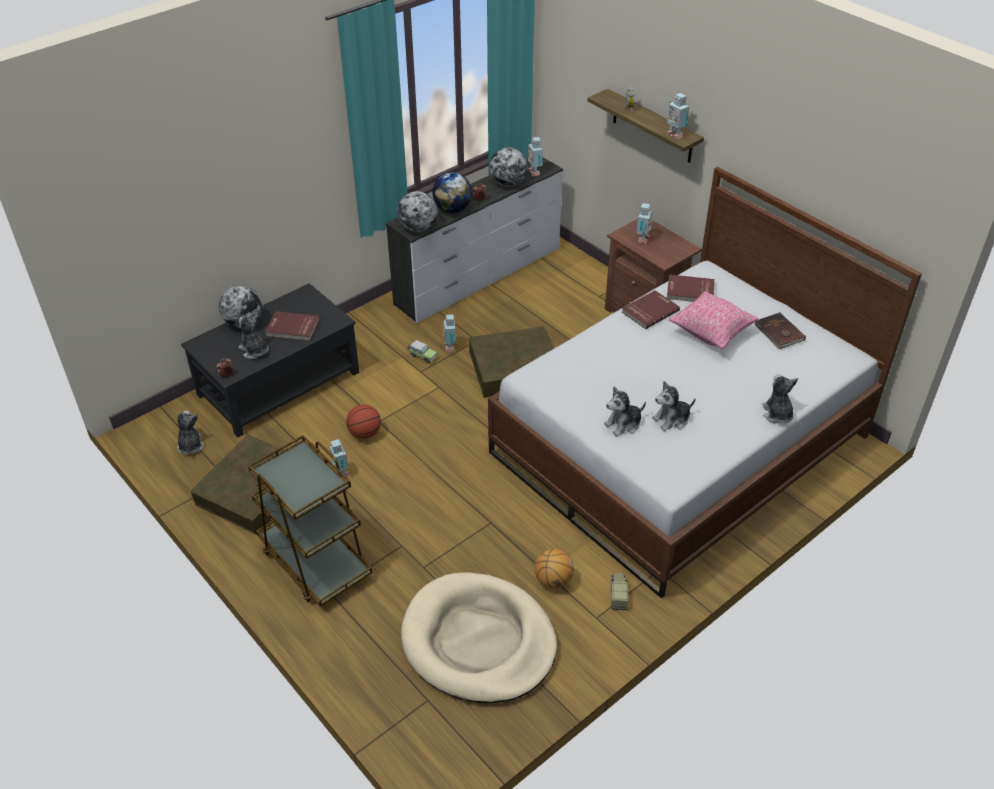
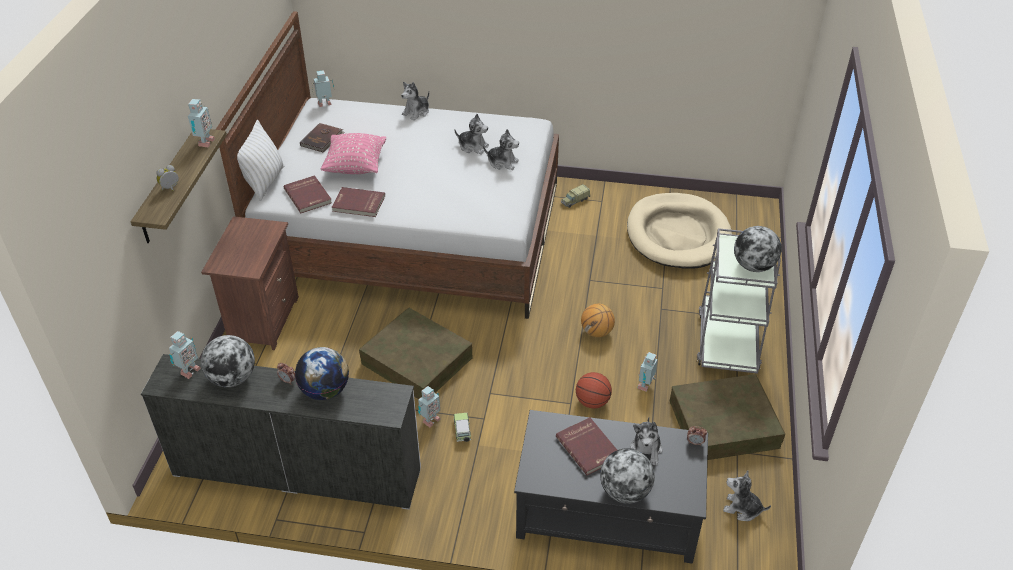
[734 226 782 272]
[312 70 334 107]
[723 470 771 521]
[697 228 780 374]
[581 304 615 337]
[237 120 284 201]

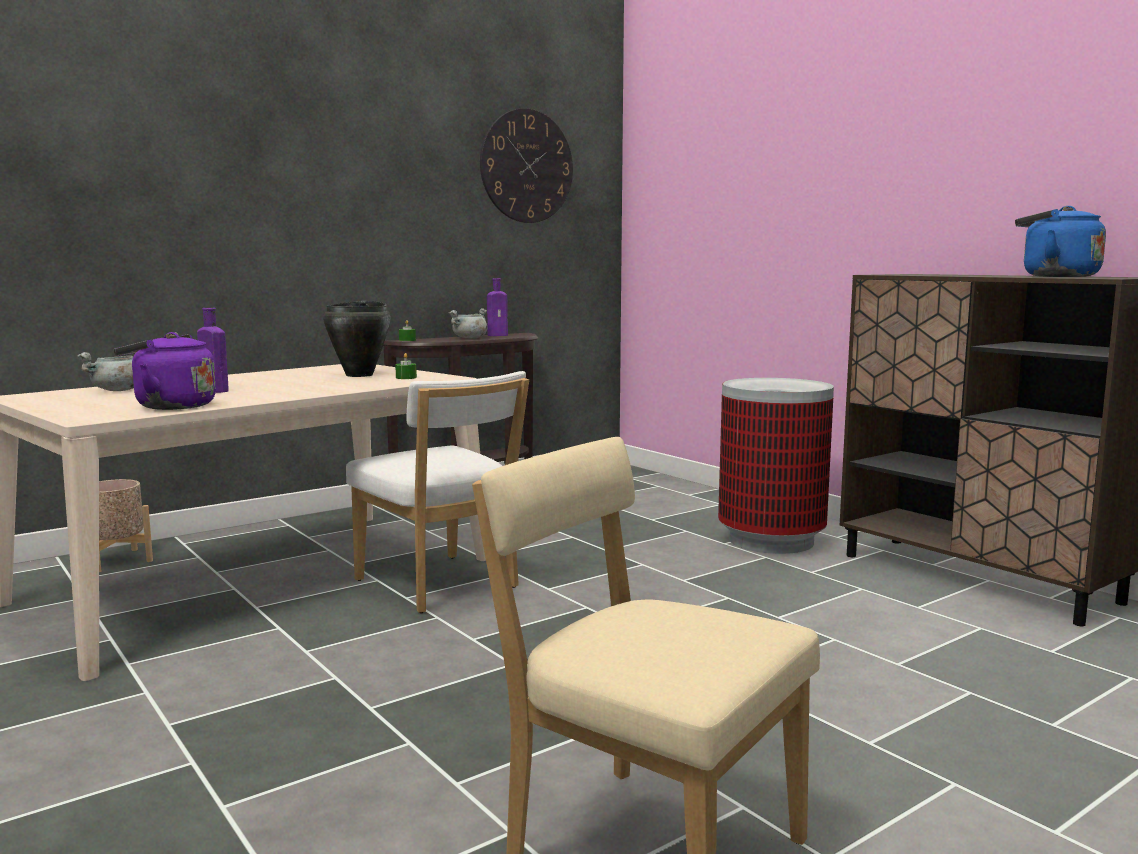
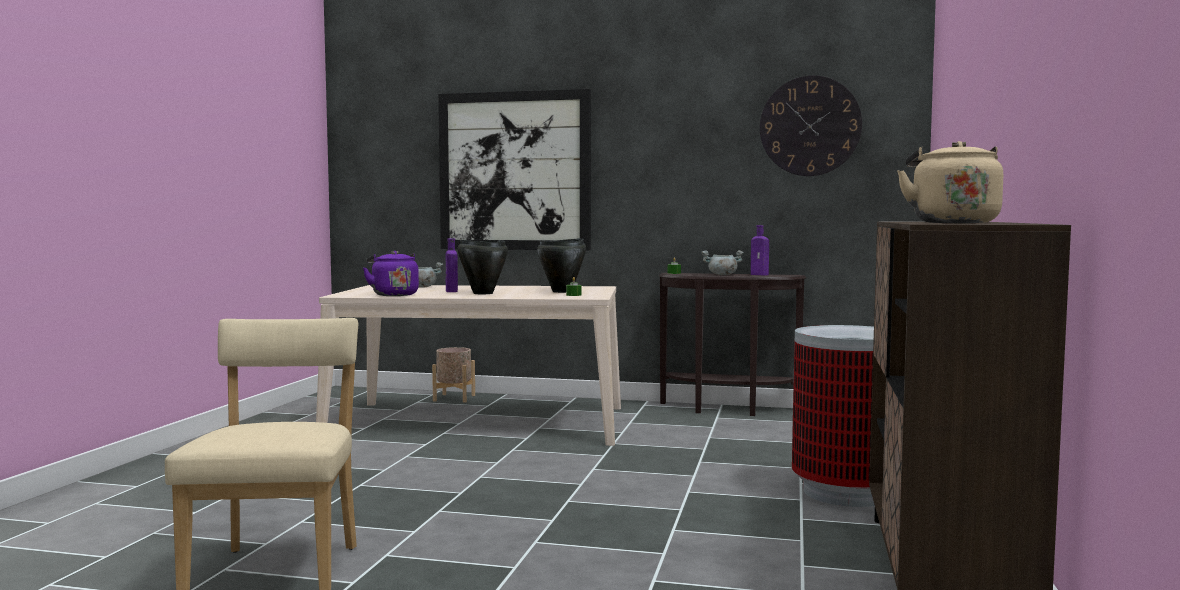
[897 141 1003 223]
[346 371 529 613] (first image)
[438 89 591 250]
[458 240 508 294]

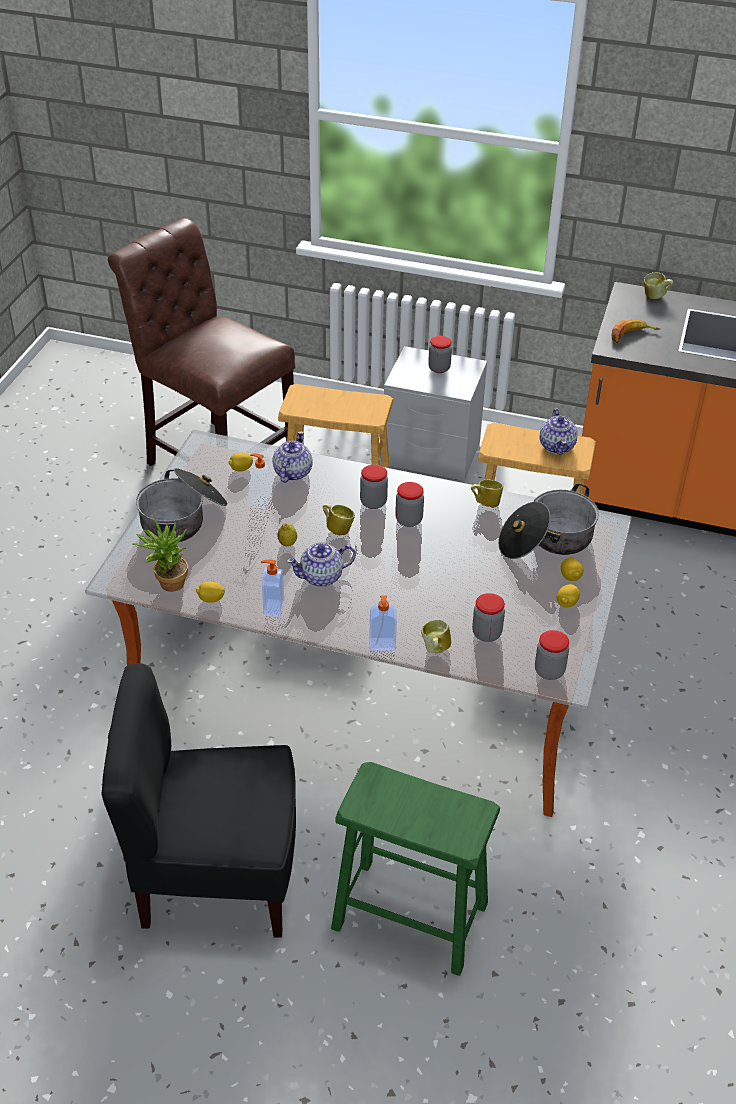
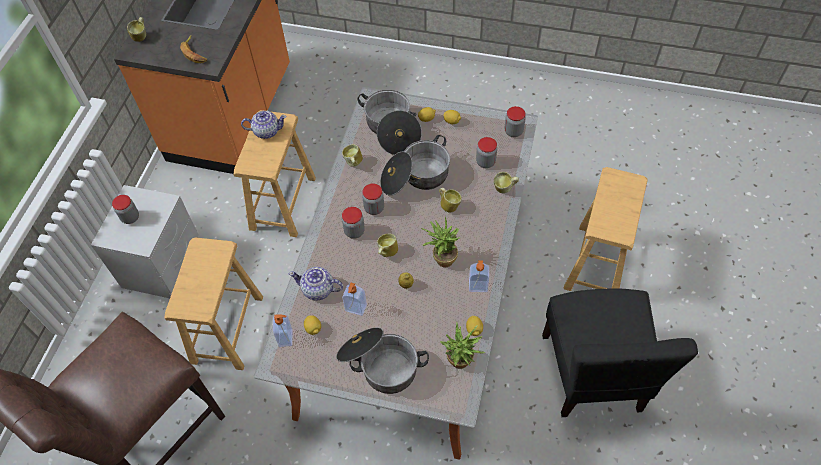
[422 217 460 268]
[273 315 292 347]
[563 167 647 291]
[380 135 450 196]
[439 188 462 212]

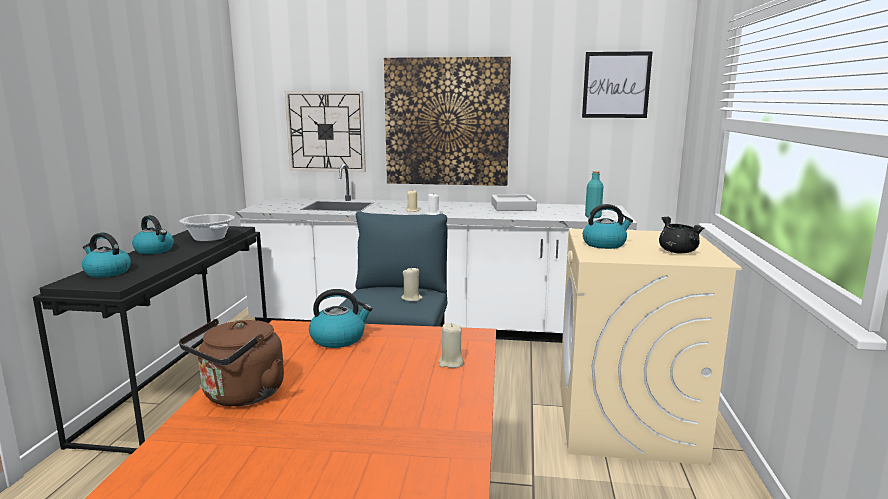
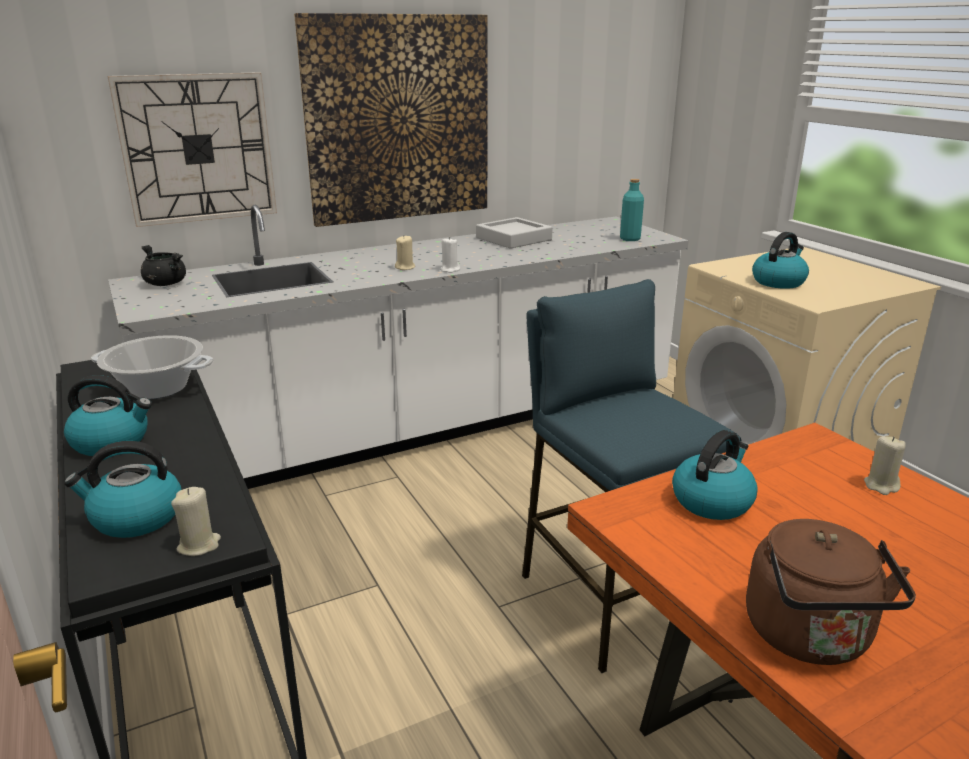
[582 51 653 118] (first image)
[141 245 186 286]
[171 487 221 556]

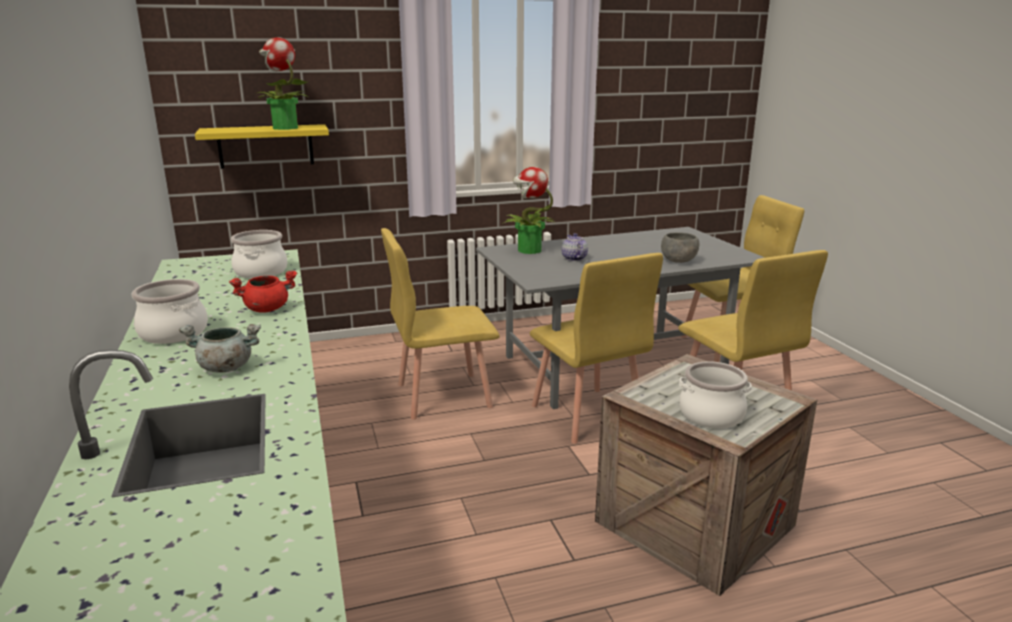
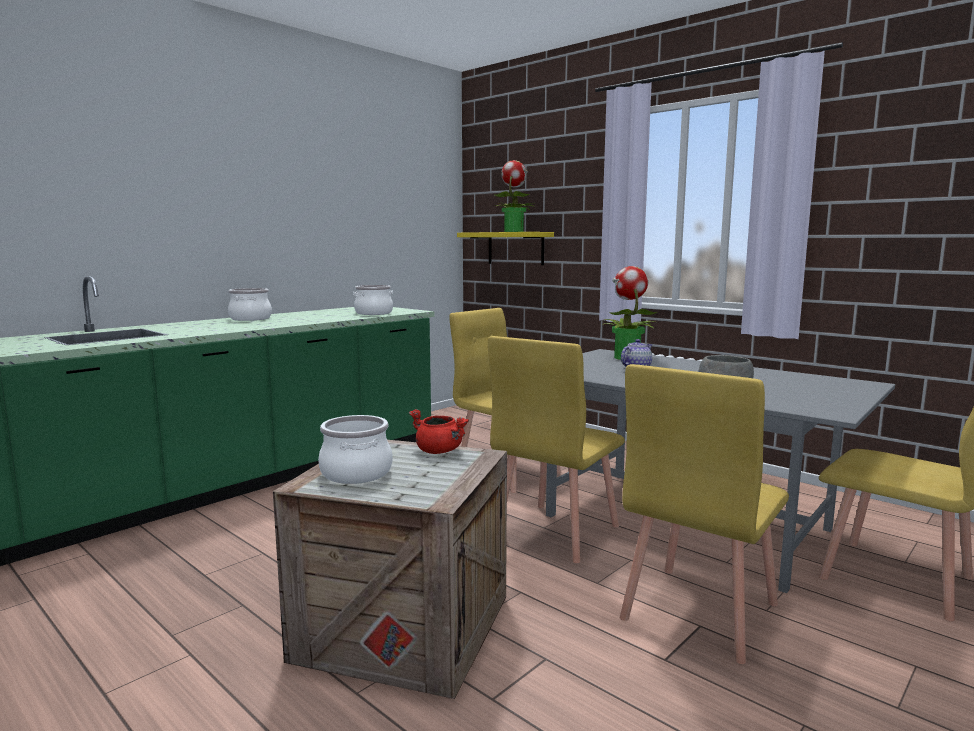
[409 409 469 454]
[179 324 261 372] (first image)

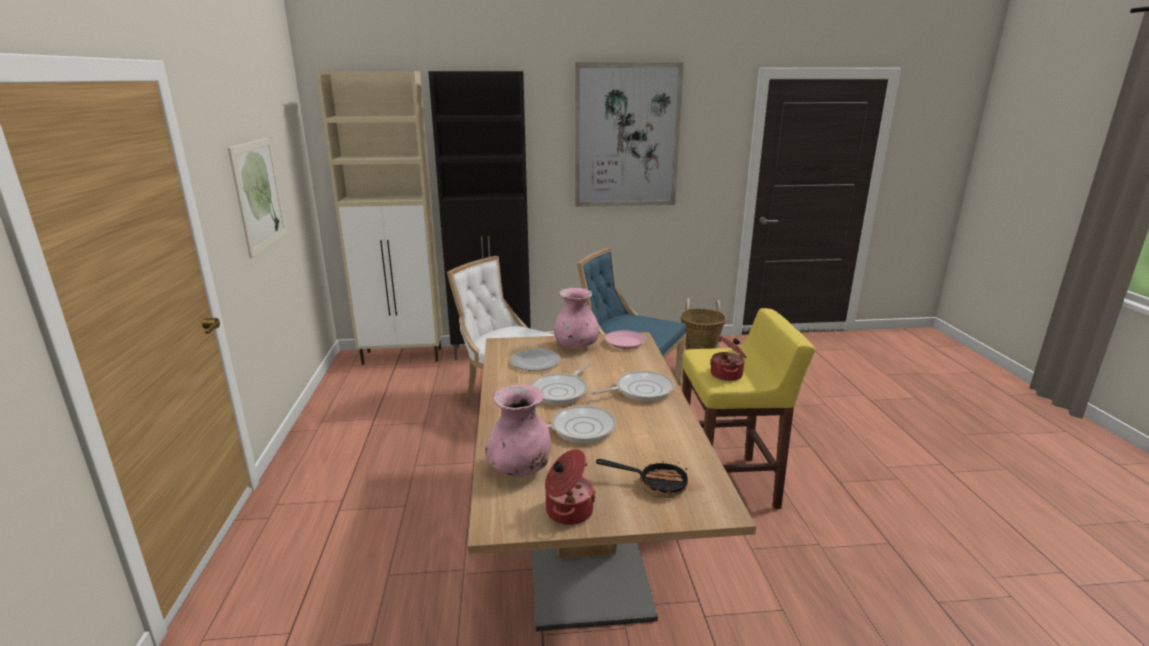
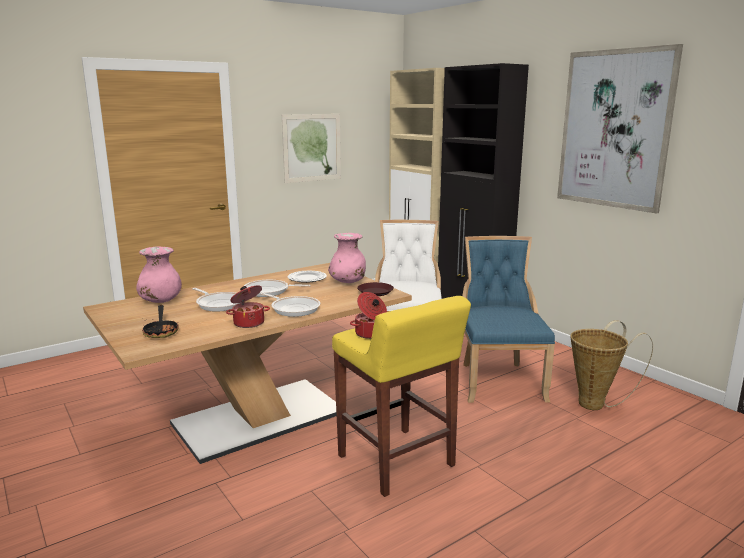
[357 282 394 296]
[226 285 270 328]

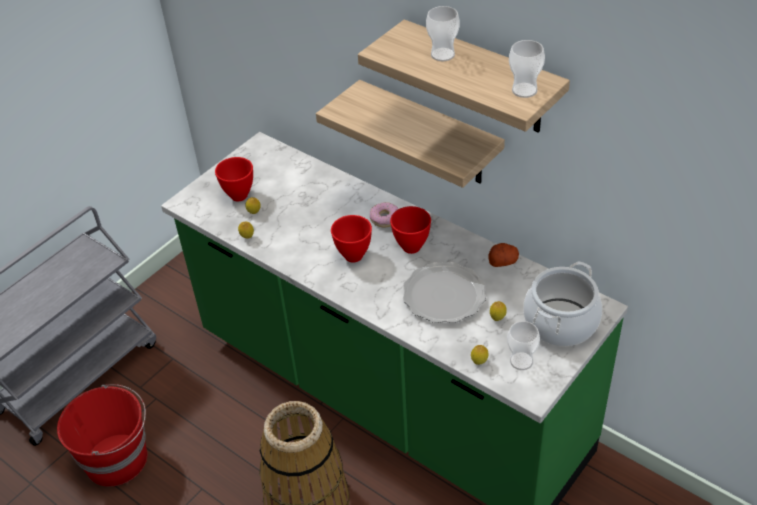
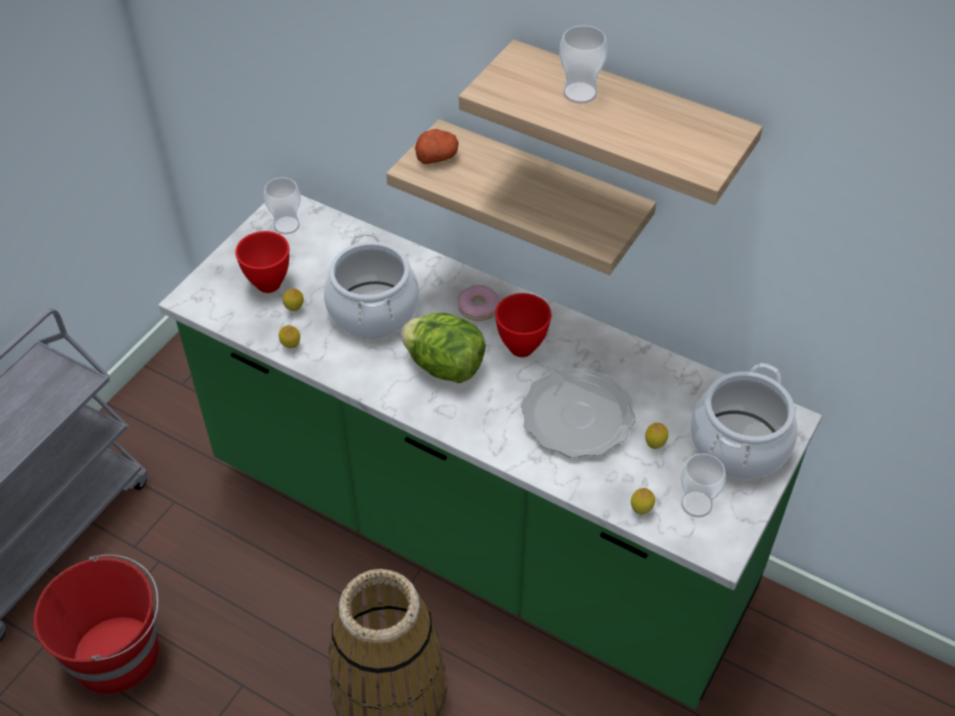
[264 177 301 234]
[401 313 486 383]
[415 129 459 164]
[324 232 419 338]

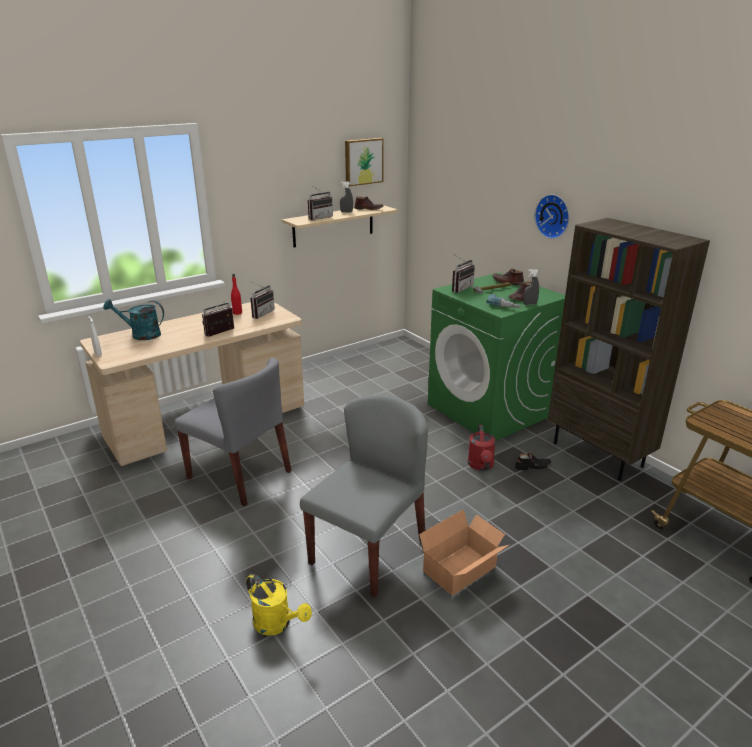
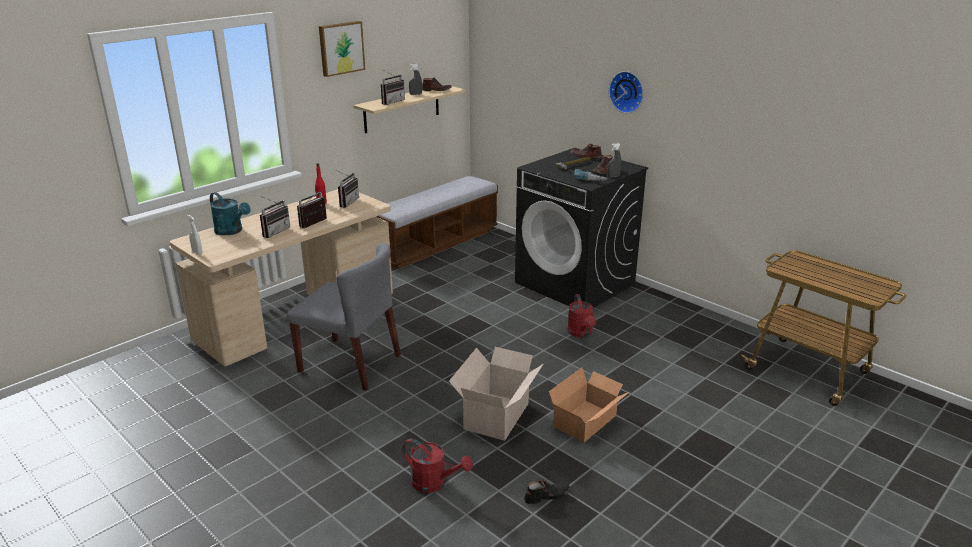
[319 21 365 77]
[548 218 710 481] (first image)
[260 196 290 238]
[515 148 648 308]
[210 192 251 235]
[449 347 543 441]
[524 480 570 504]
[403 438 473 493]
[376 176 498 269]

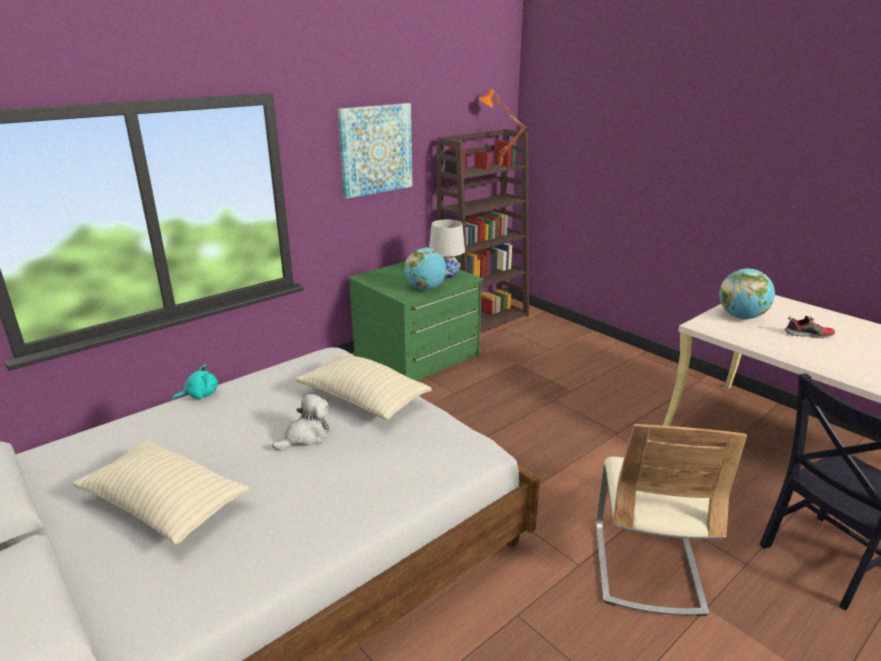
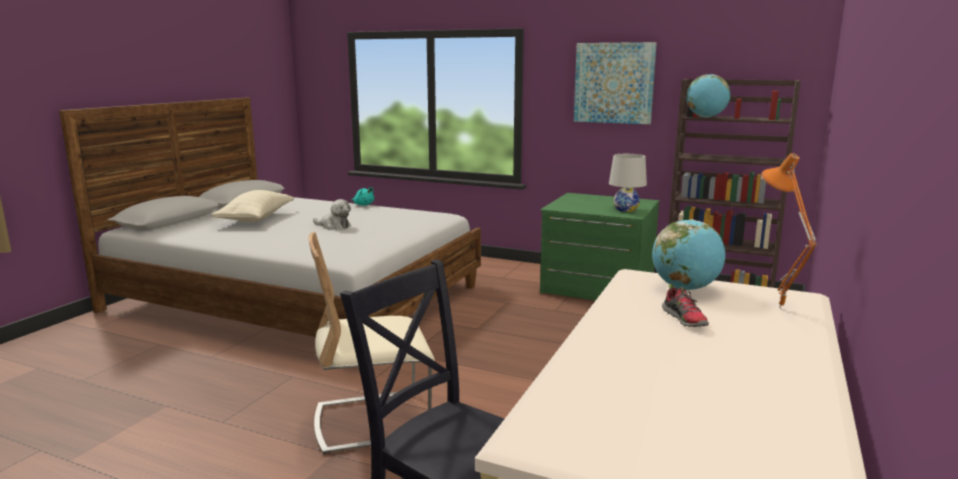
[762 153 817 309]
[686 74 730 117]
[295 353 432 420] (first image)

